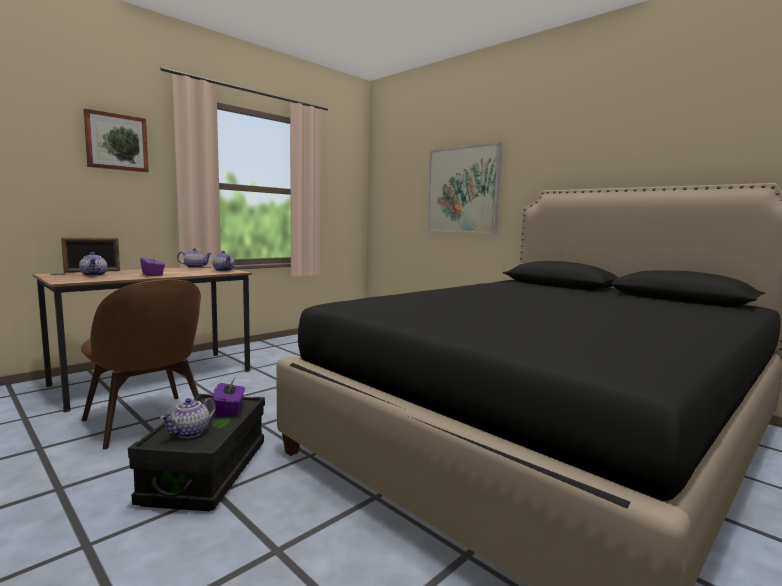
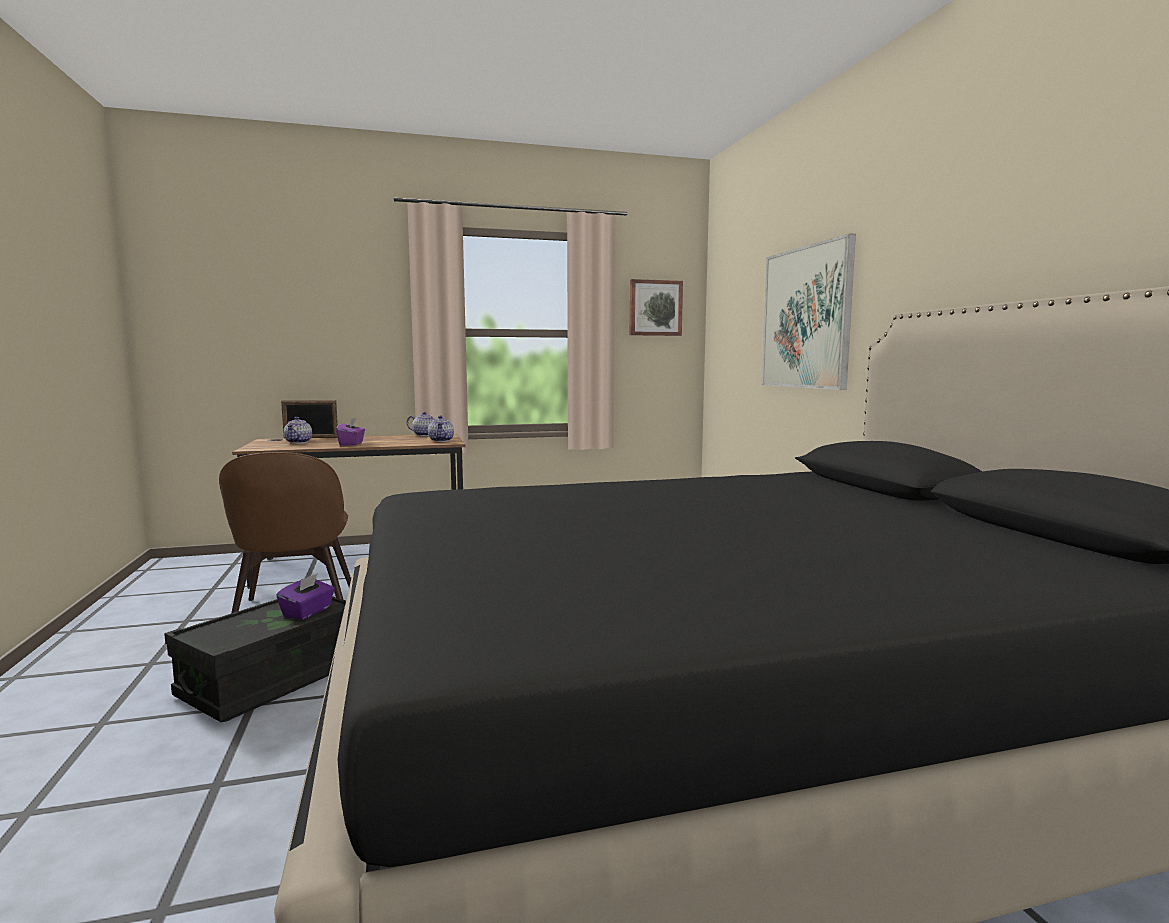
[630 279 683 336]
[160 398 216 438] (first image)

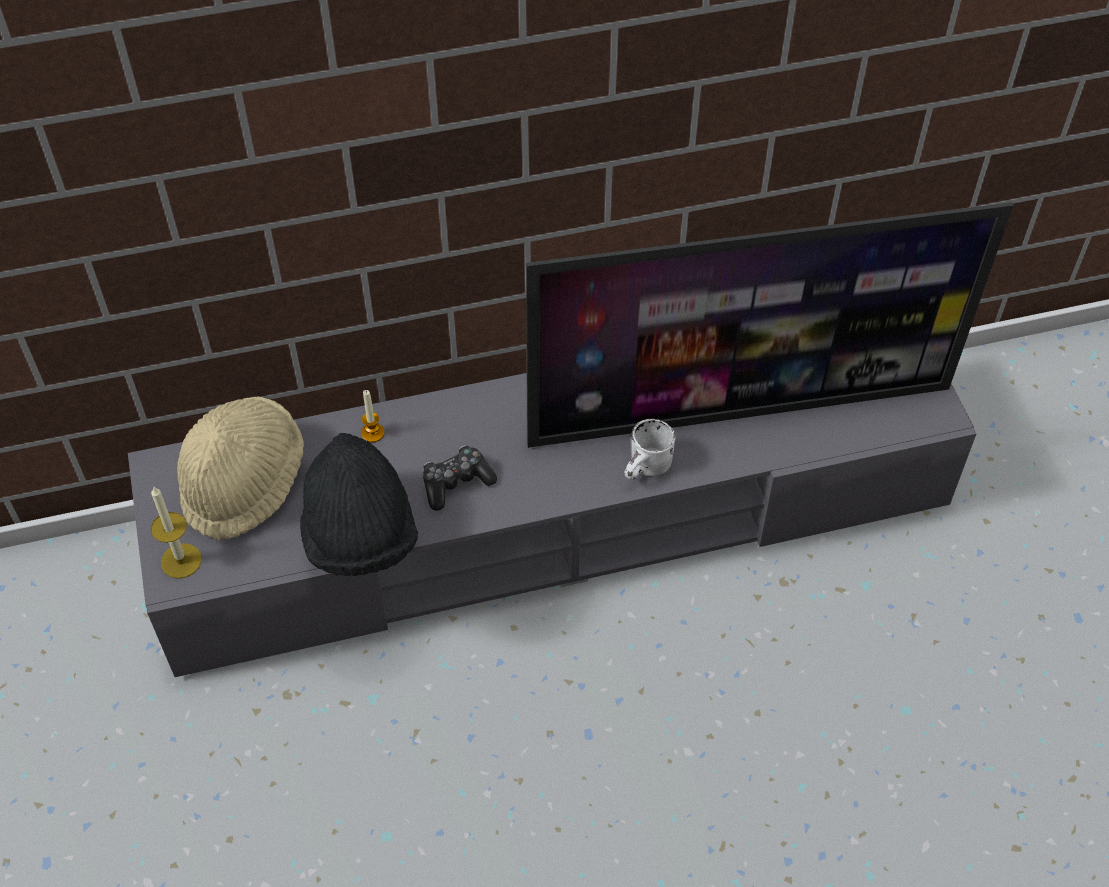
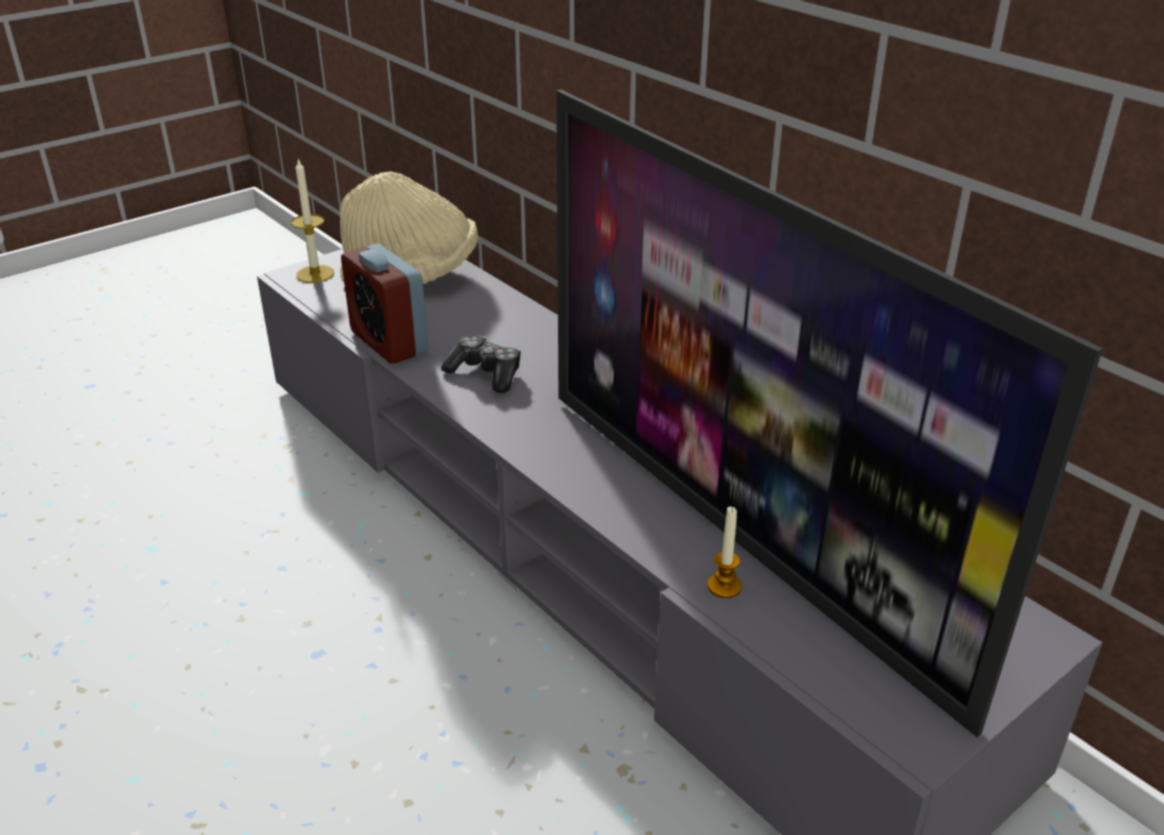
[707 506 742 598]
[625 419 675 480] (first image)
[341 244 428 364]

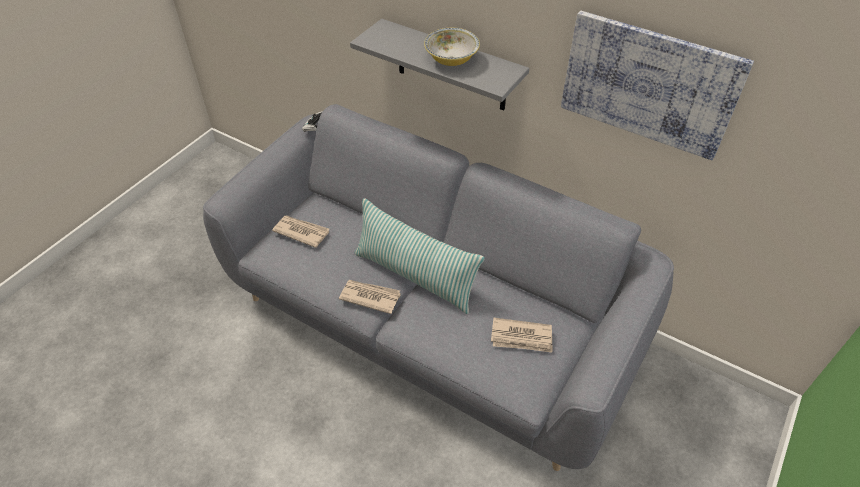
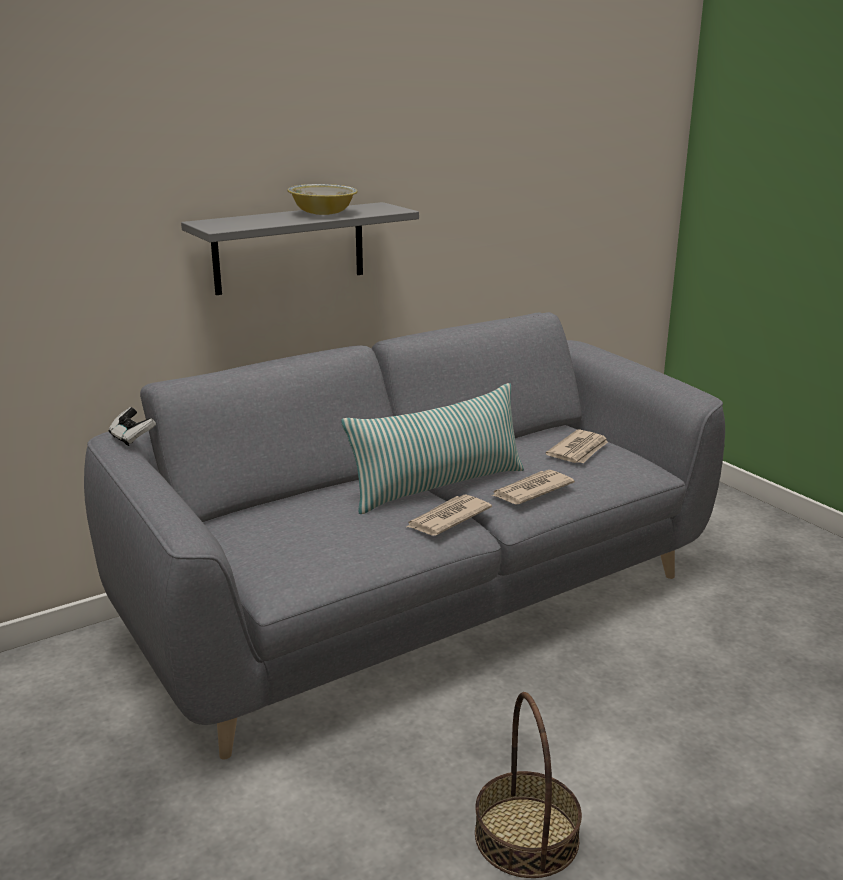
[561 10 754 160] (first image)
[492 470 575 504]
[475 692 582 878]

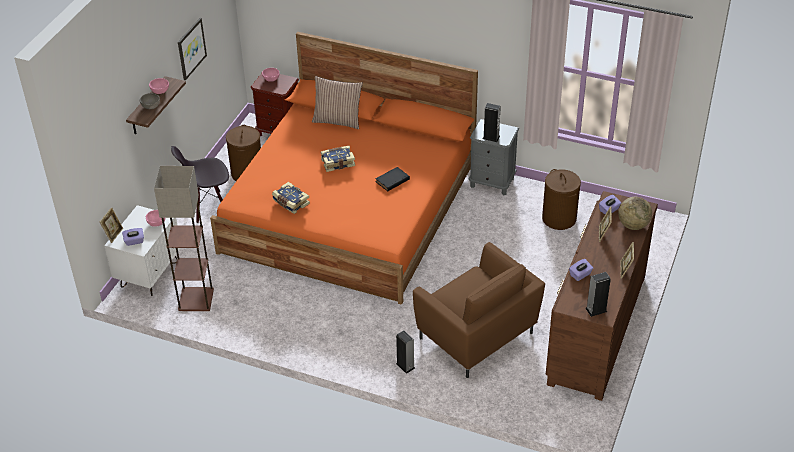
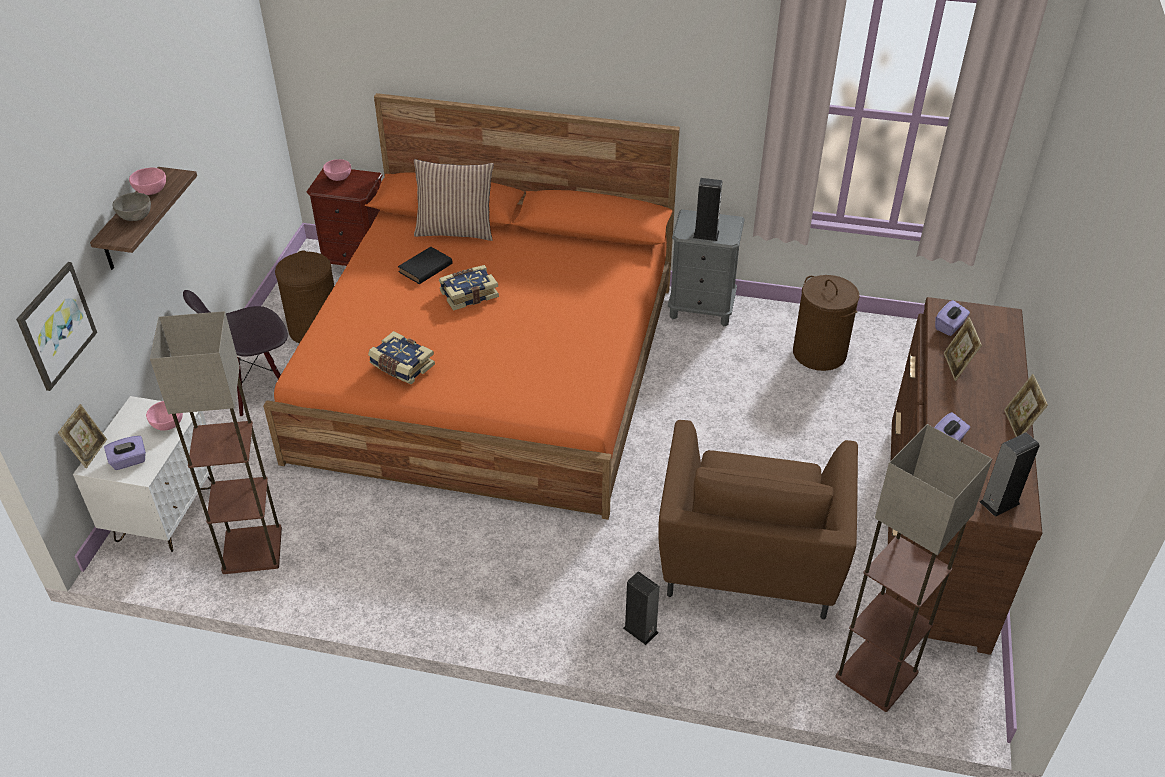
[16 262 97 391]
[398 247 453 284]
[618 197 652 230] (first image)
[659 420 858 619]
[835 424 992 712]

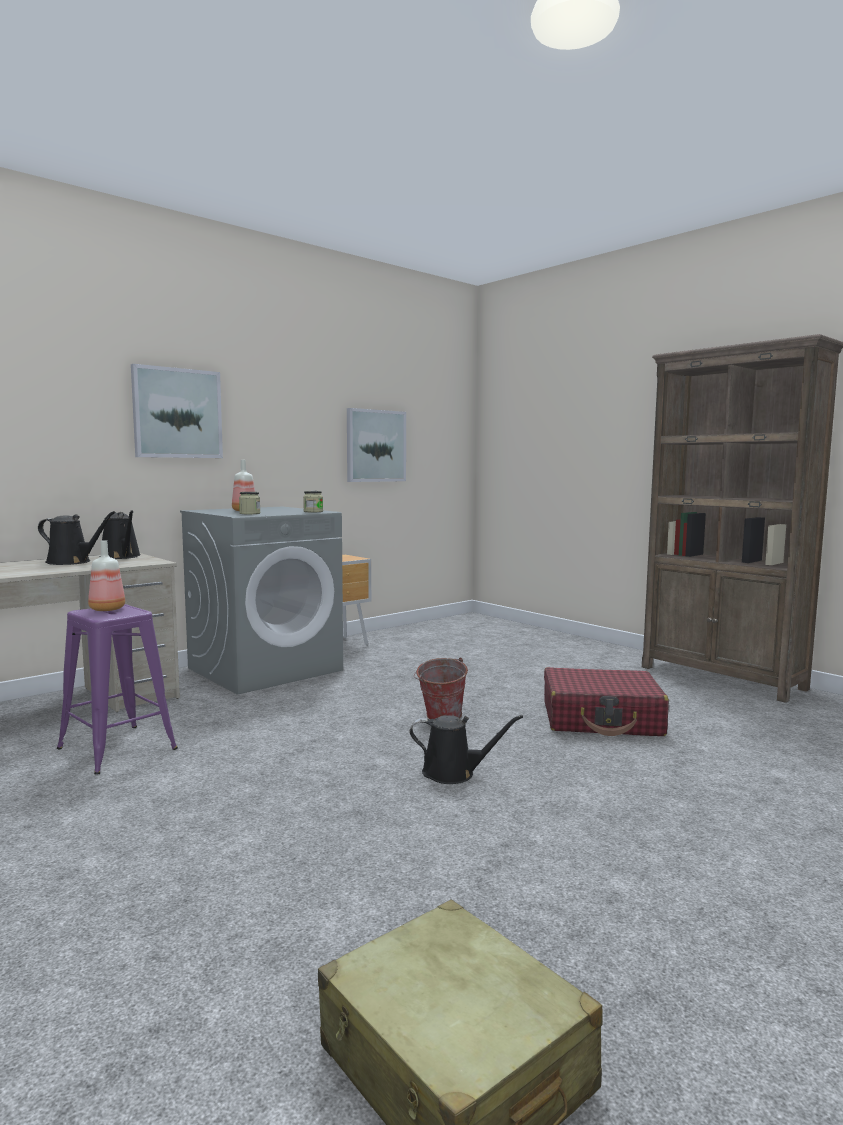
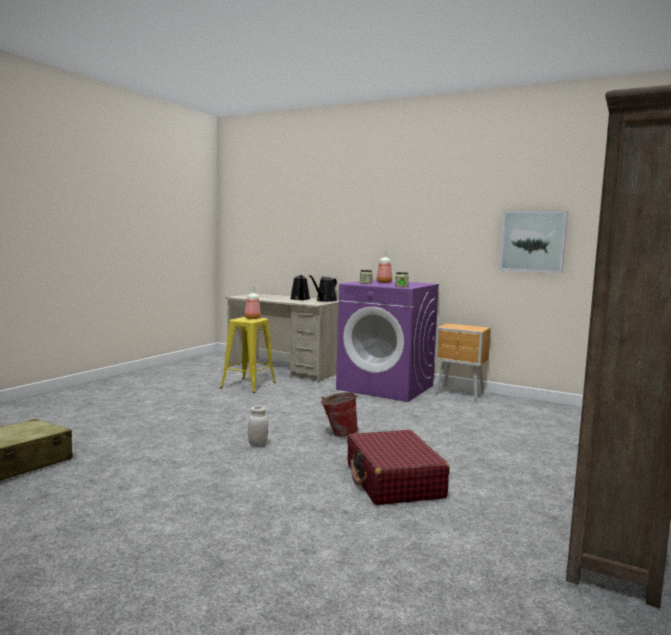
[131 364 223 458] (first image)
[336 280 439 402]
[220 317 276 393]
[248 406 268 446]

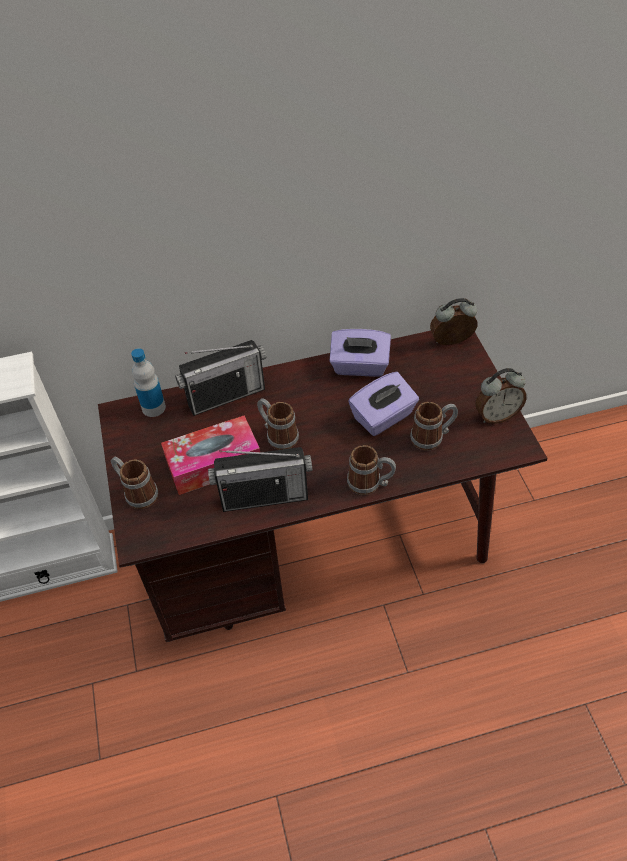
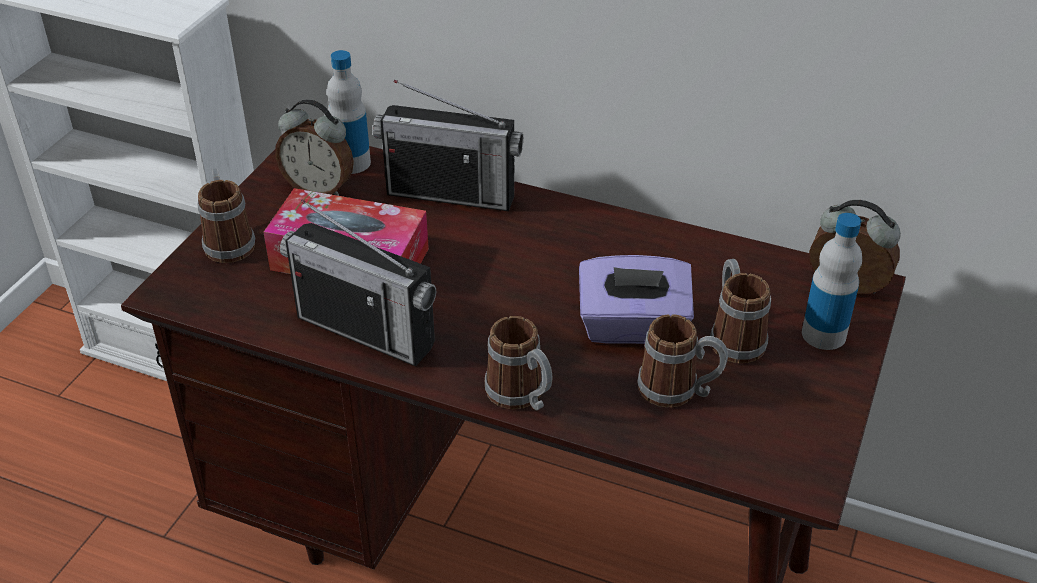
[330 329 391 377] (first image)
[275 99 354 196]
[710 259 771 363]
[802 213 862 350]

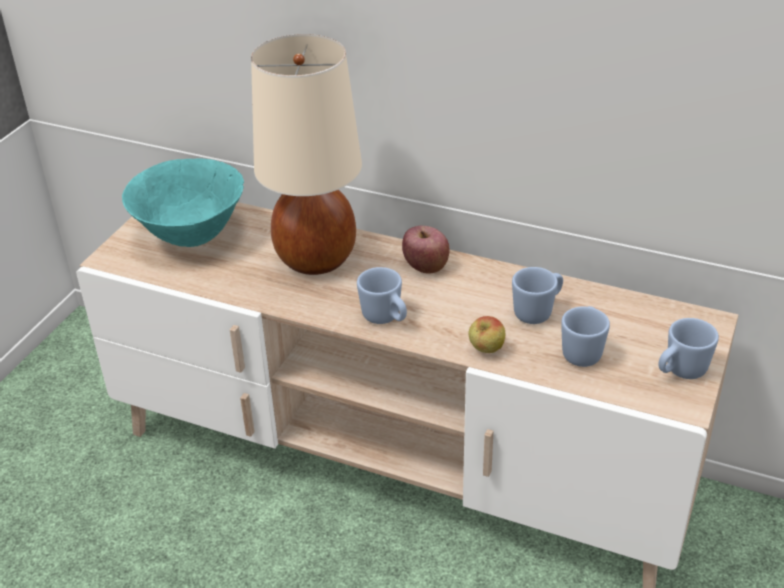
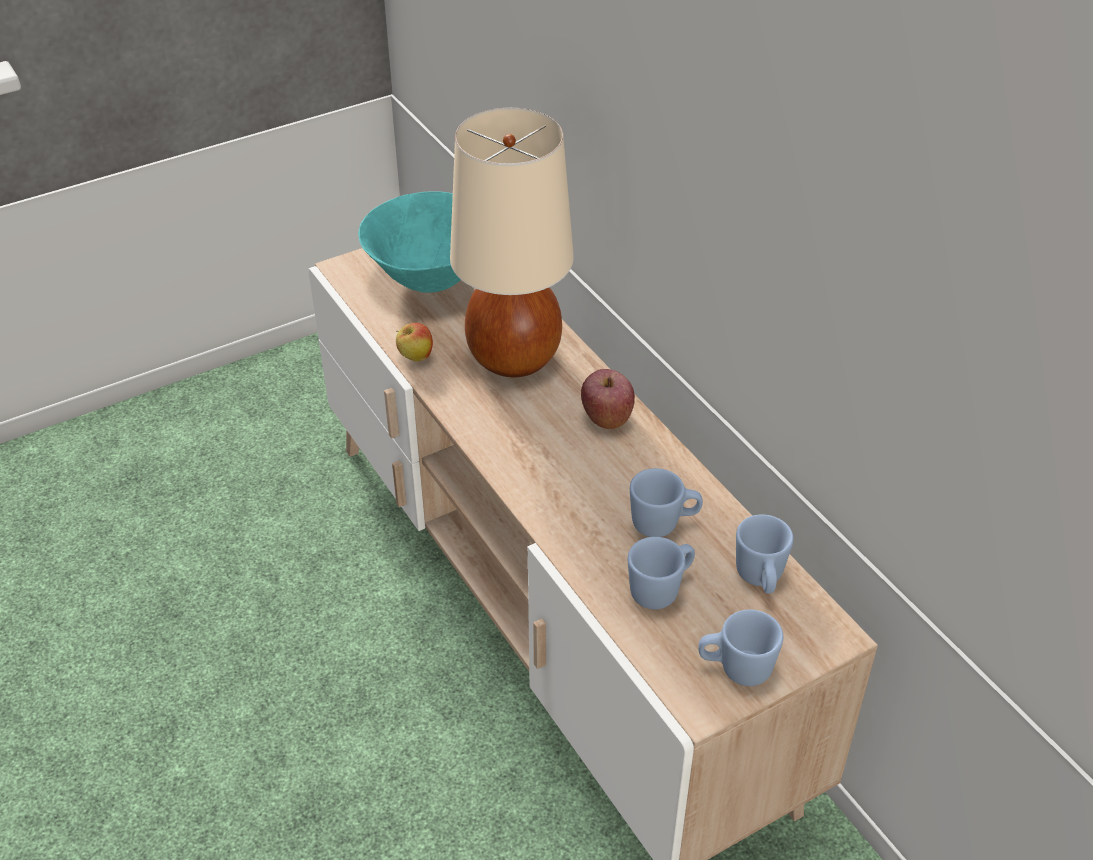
[736 515 794 593]
[396 323 433 361]

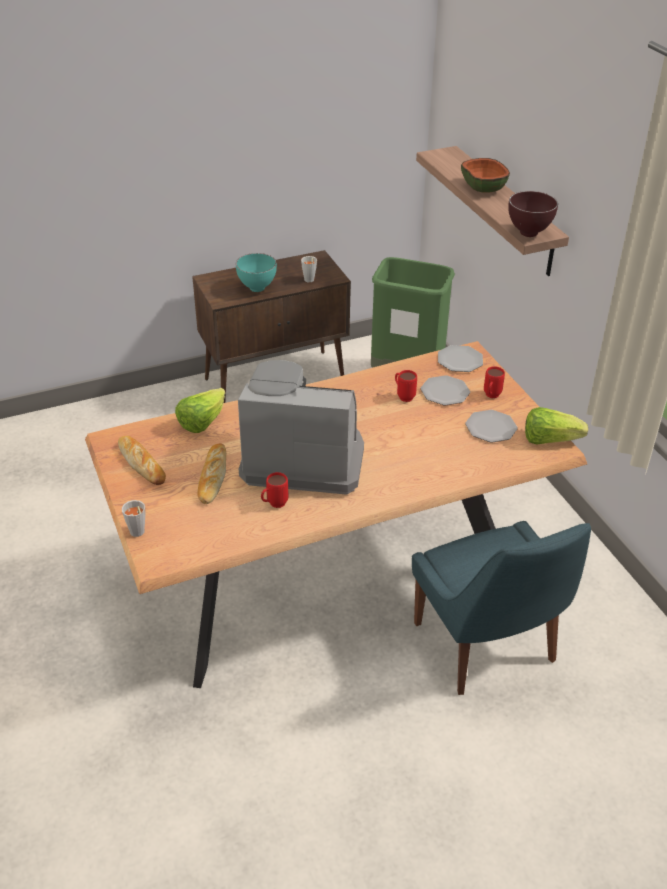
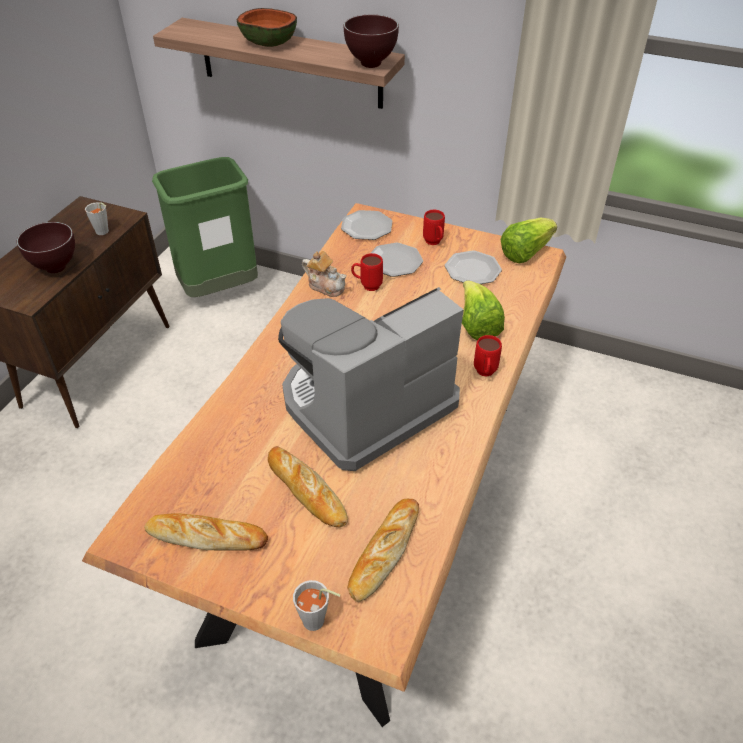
[17 222 75 273]
[462 280 505 340]
[474 335 502 376]
[412 521 591 695] (first image)
[302 251 347 297]
[347 499 419 602]

